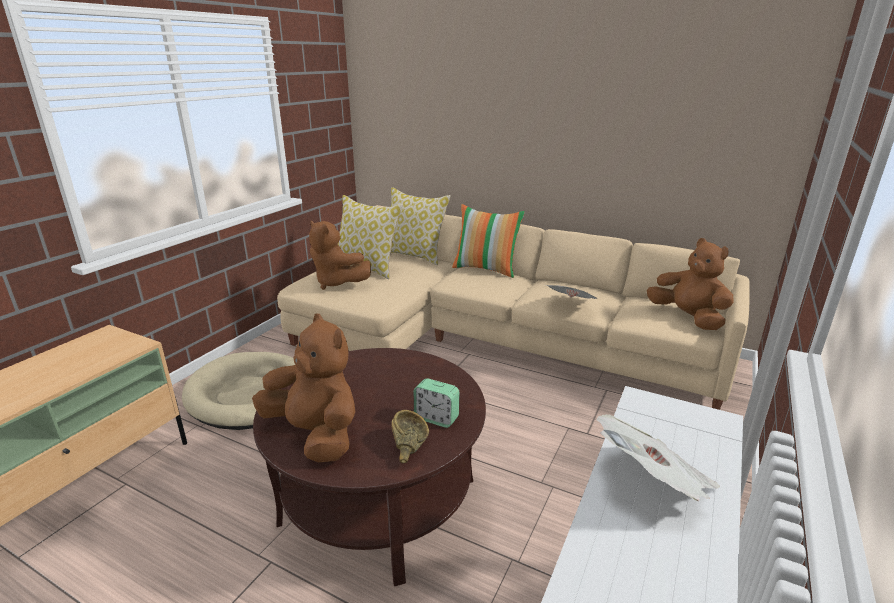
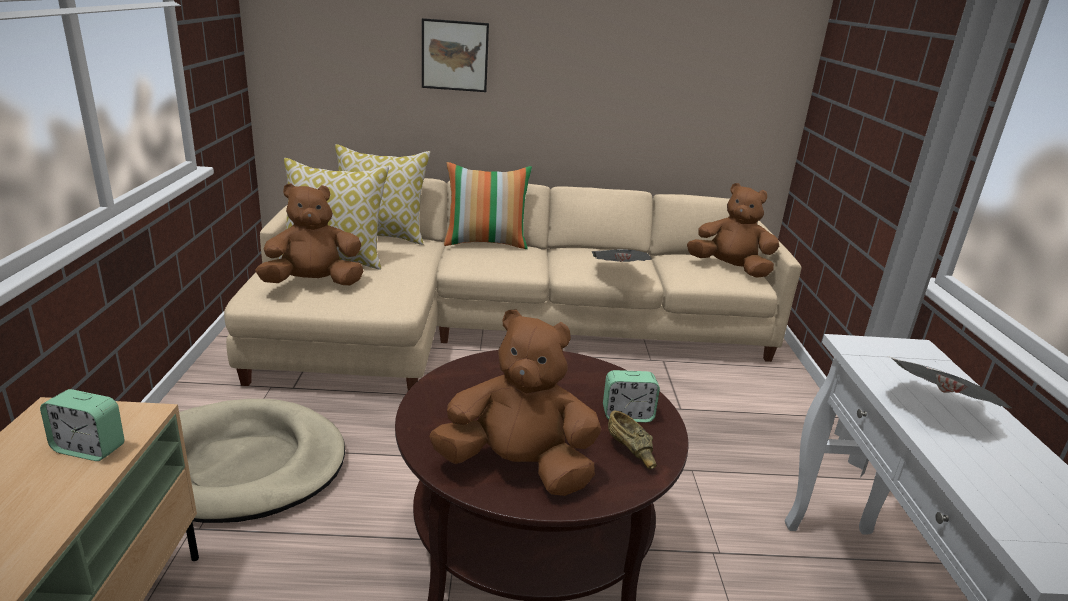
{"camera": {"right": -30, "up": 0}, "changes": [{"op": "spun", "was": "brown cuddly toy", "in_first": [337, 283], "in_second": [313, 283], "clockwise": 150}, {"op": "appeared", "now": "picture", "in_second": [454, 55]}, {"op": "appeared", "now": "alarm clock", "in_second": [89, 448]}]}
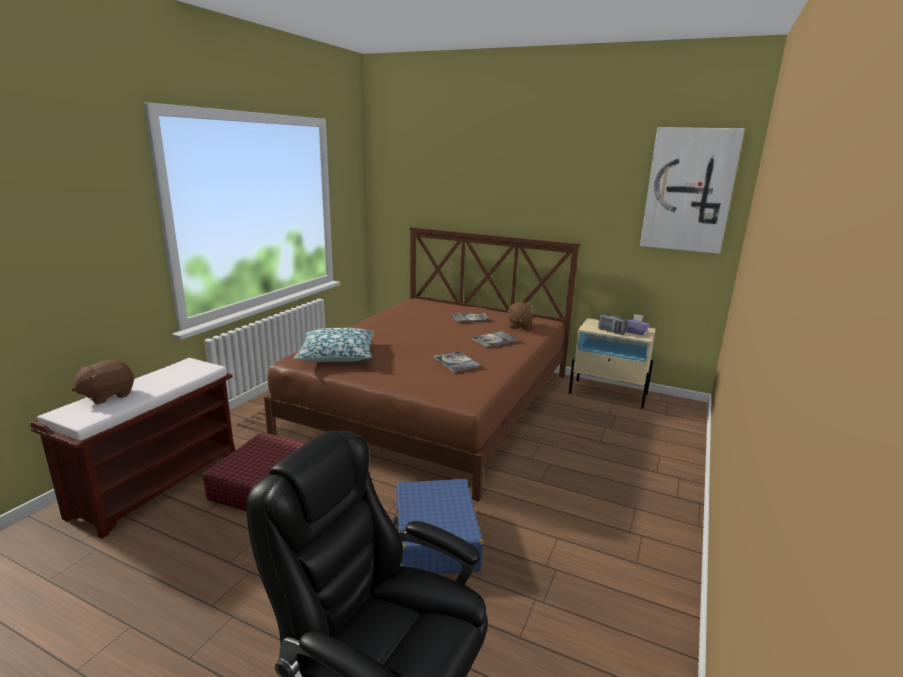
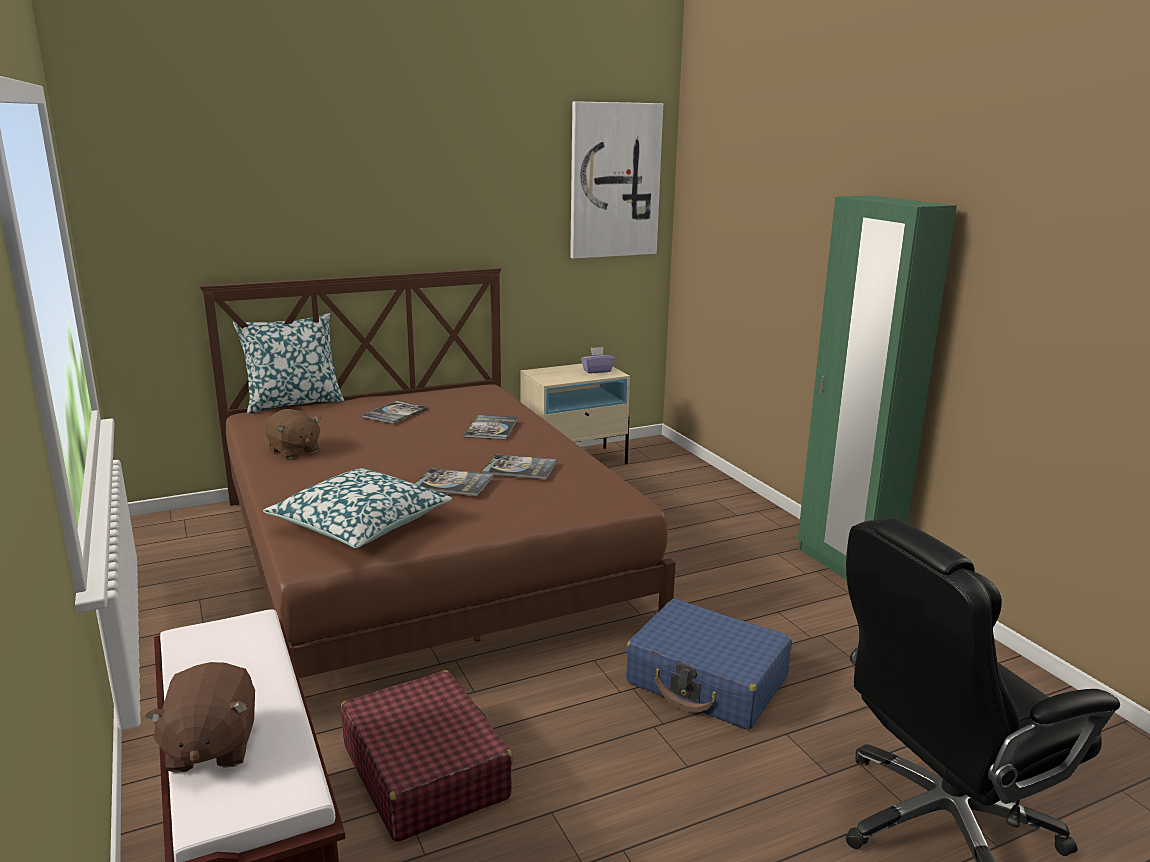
{"camera": {"right": -50, "up": 0}, "changes": [{"op": "relocated", "was": "brown cuddly toy", "in_first": [519, 326], "in_second": [294, 451]}, {"op": "missing", "was": "radio receiver", "in_first": [611, 332]}, {"op": "appeared", "now": "greenish armoire", "in_second": [845, 566]}, {"op": "appeared", "now": "pillow", "in_second": [294, 403]}, {"op": "appeared", "now": "book", "in_second": [453, 483]}]}
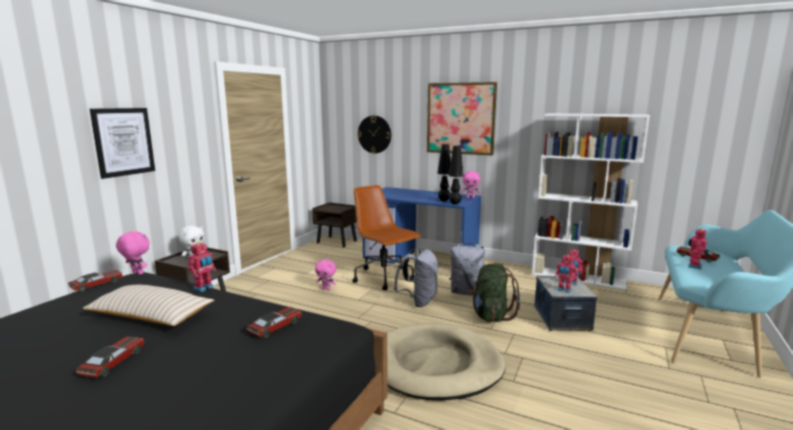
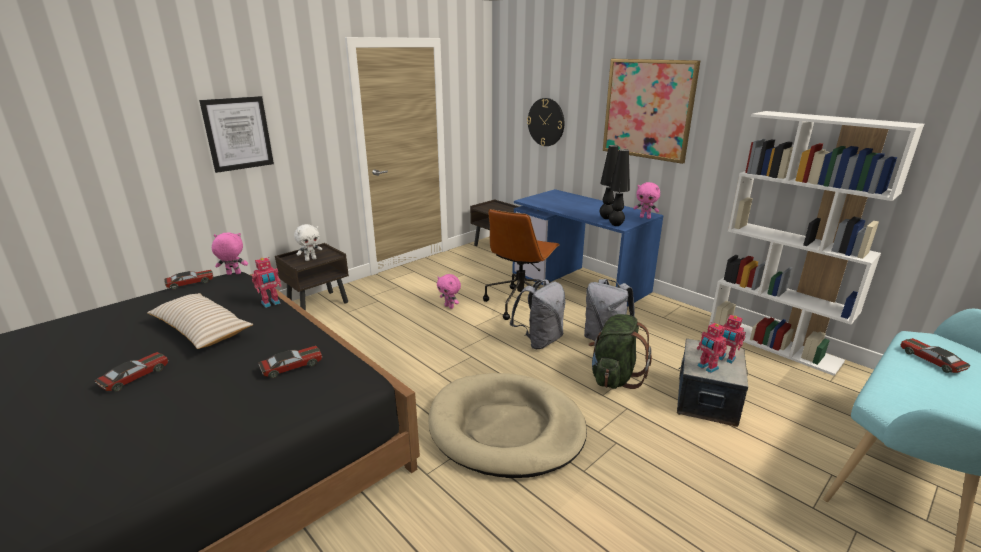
{"camera": {"right": 20, "up": 10}, "changes": [{"op": "spun", "was": "brown office chair", "in_first": [384, 278], "in_second": [520, 303], "clockwise": -135}, {"op": "missing", "was": "toy robot", "in_first": [693, 266]}, {"op": "spun", "was": "pink-coloured cuddly toy", "in_first": [137, 273], "in_second": [233, 274], "clockwise": -60}]}
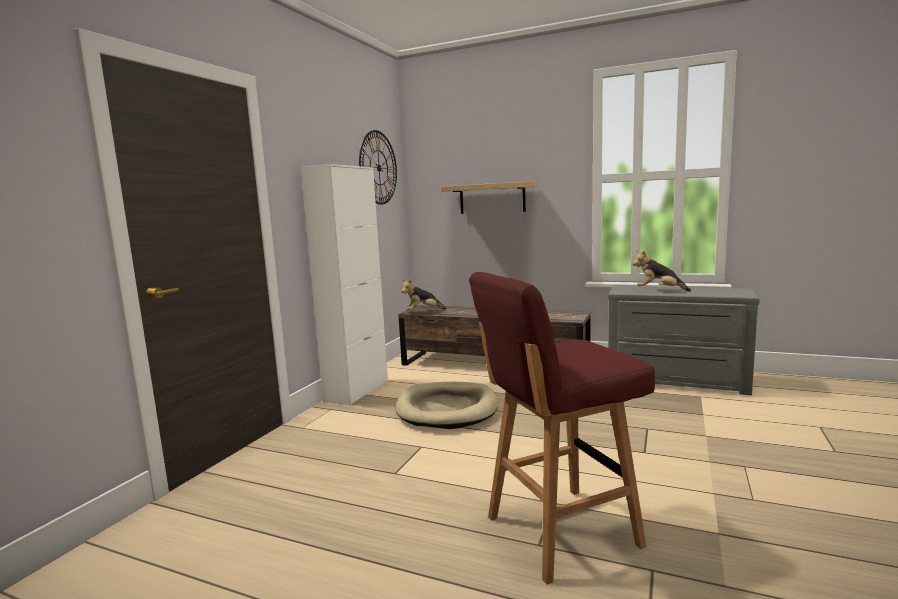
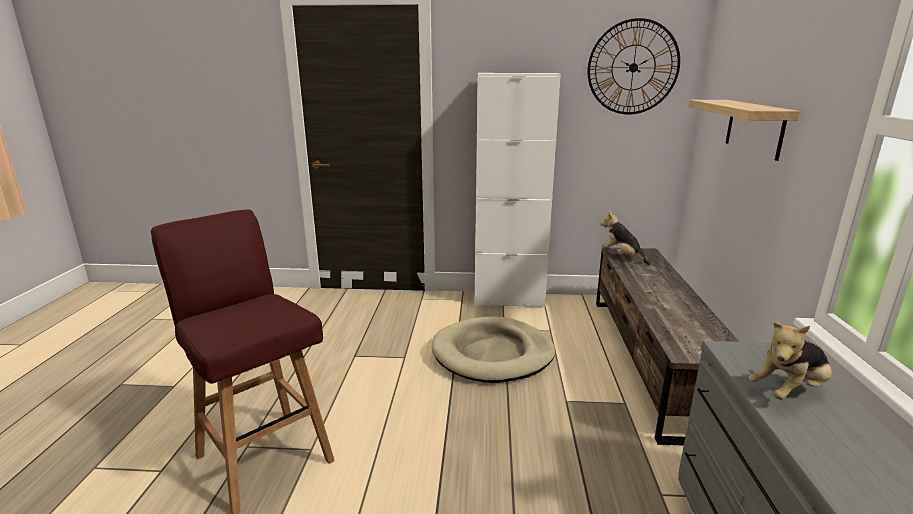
{"camera": {"right": 70, "up": 10}, "changes": [{"op": "spun", "was": "cuddly toy", "in_first": [659, 291], "in_second": [789, 391], "clockwise": -120}]}
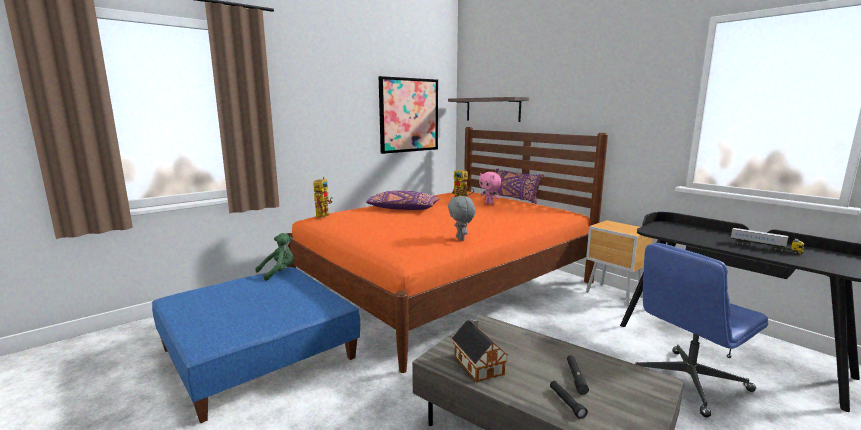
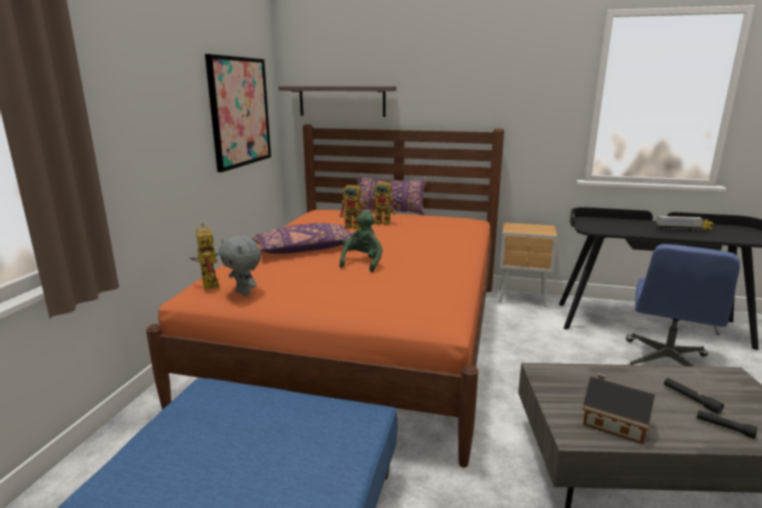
{"camera": {"right": -35, "up": 5}, "changes": [{"op": "exchanged", "was": "pink-coloured cuddly toy", "now": "toy robot", "in_first": [489, 203], "in_second": [386, 223]}, {"op": "relocated", "was": "gray cuddly toy", "in_first": [461, 239], "in_second": [244, 293]}, {"op": "relocated", "was": "greenish cuddly toy", "in_first": [279, 272], "in_second": [362, 262]}]}
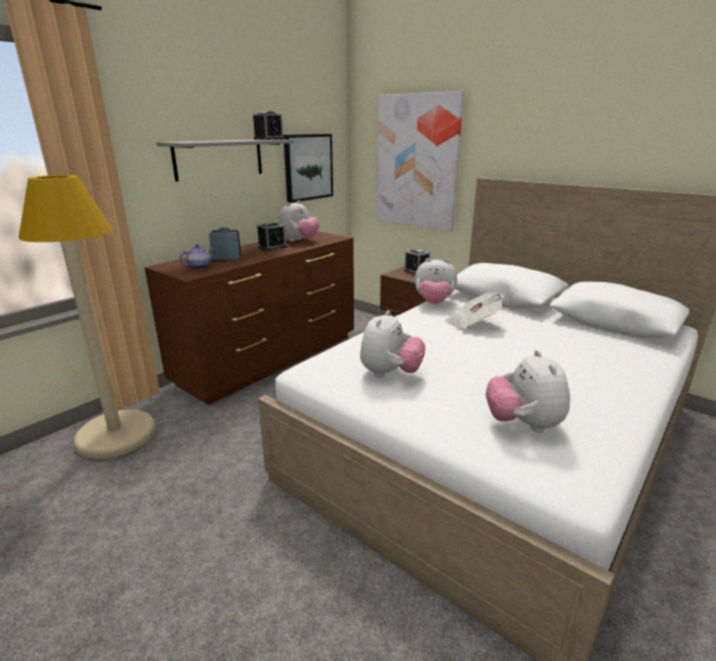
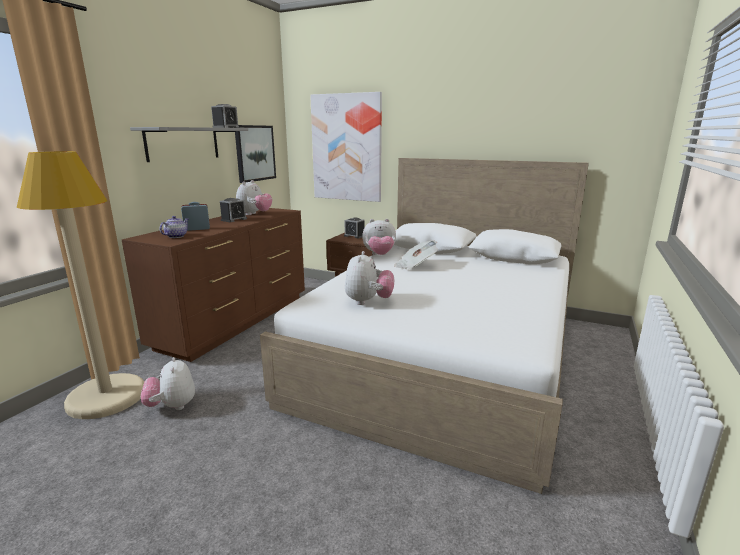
{"camera": {"right": -15, "up": -5}, "changes": [{"op": "relocated", "was": "cuddly toy", "in_first": [523, 424], "in_second": [172, 406]}]}
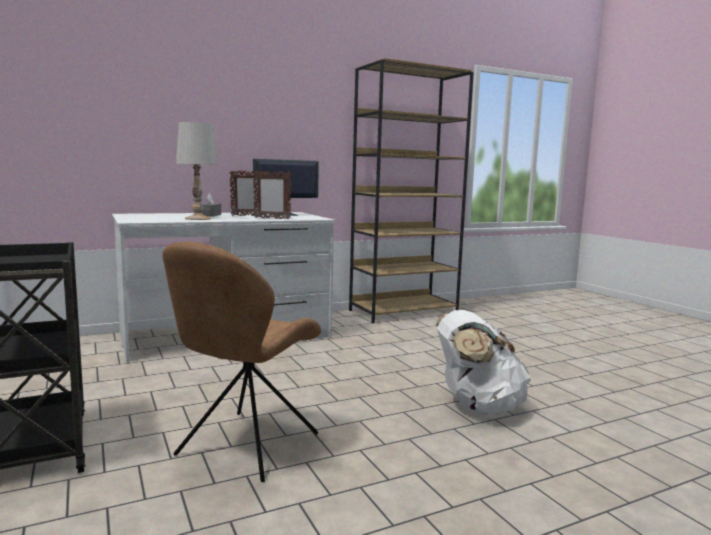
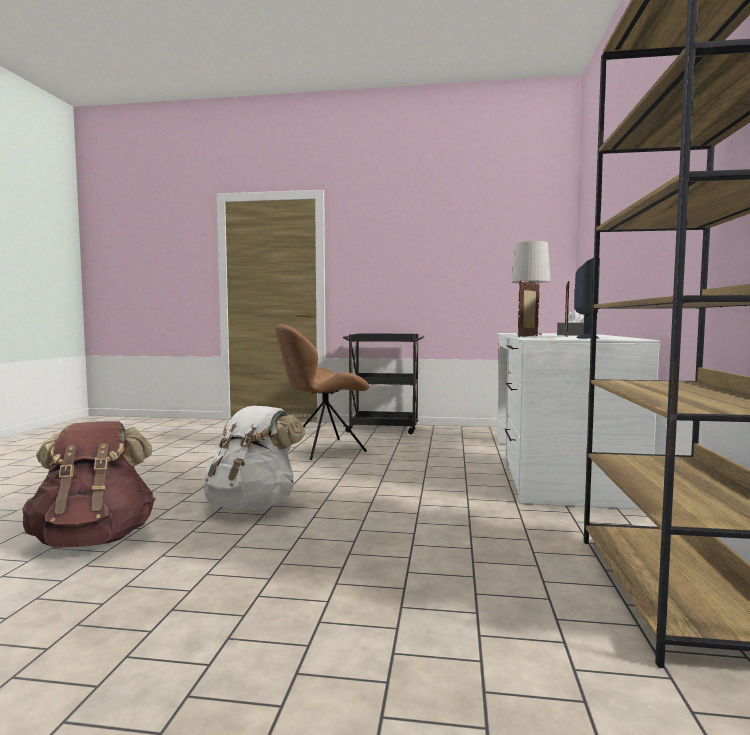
{"camera": {"right": 125, "up": -5}, "changes": [{"op": "spun", "was": "brown chair", "in_first": [245, 447], "in_second": [322, 449], "clockwise": -90}, {"op": "appeared", "now": "brown knapsack", "in_second": [94, 539]}]}
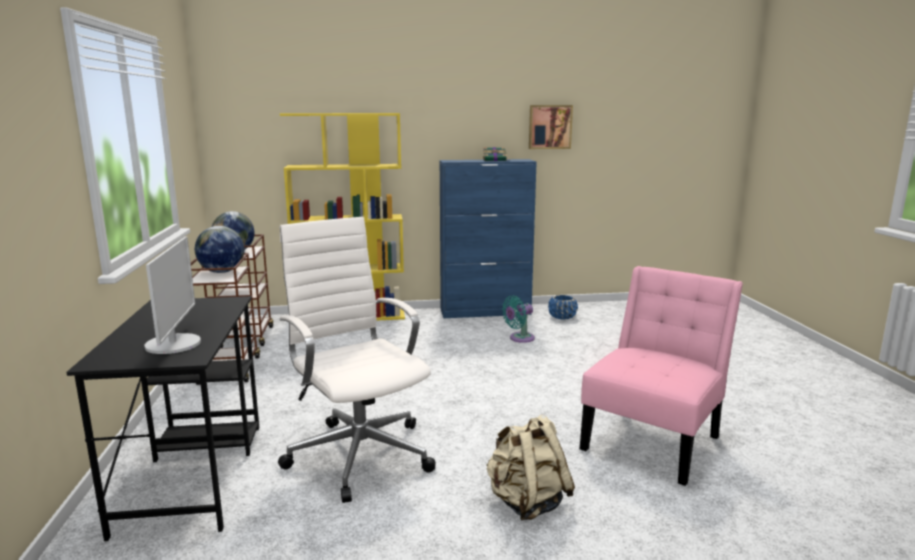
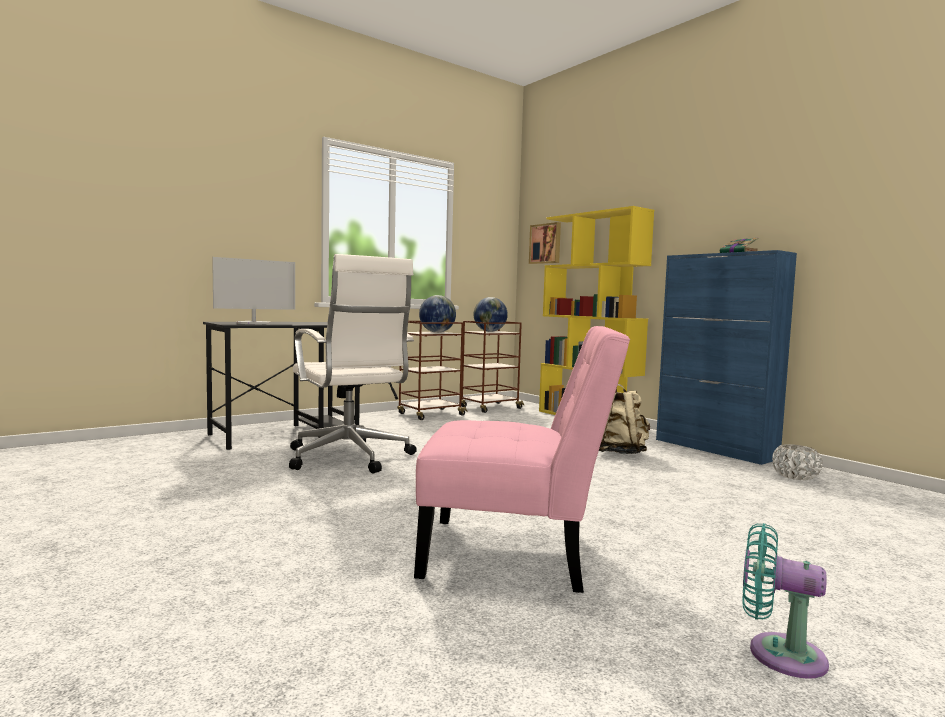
{"camera": {"right": 60, "up": -10}, "changes": [{"op": "relocated", "was": "picture", "in_first": [549, 127], "in_second": [546, 243]}, {"op": "spun", "was": "white-coloured office chair", "in_first": [359, 453], "in_second": [350, 458], "clockwise": 120}, {"op": "relocated", "was": "turquoise electric fan", "in_first": [519, 338], "in_second": [778, 653]}, {"op": "colour", "was": "bluish plant pot", "now": "white-coloured plant pot", "in_first": [562, 317], "in_second": [795, 477]}, {"op": "relocated", "was": "beige-coloured knapsack", "in_first": [527, 503], "in_second": [620, 453]}]}
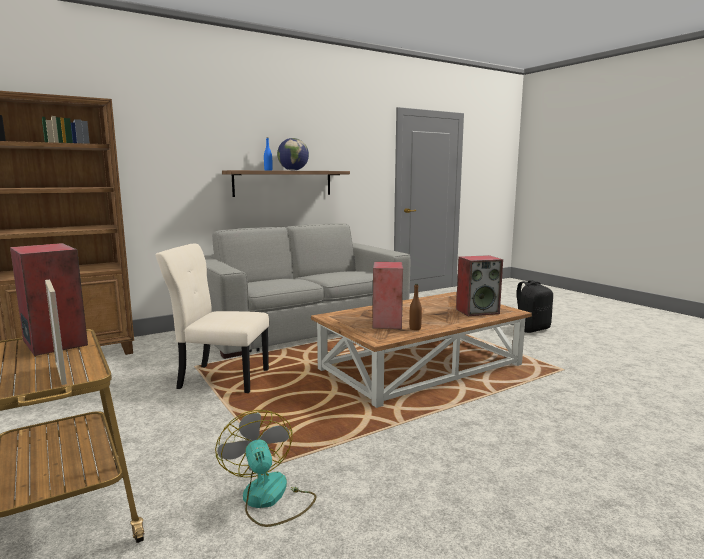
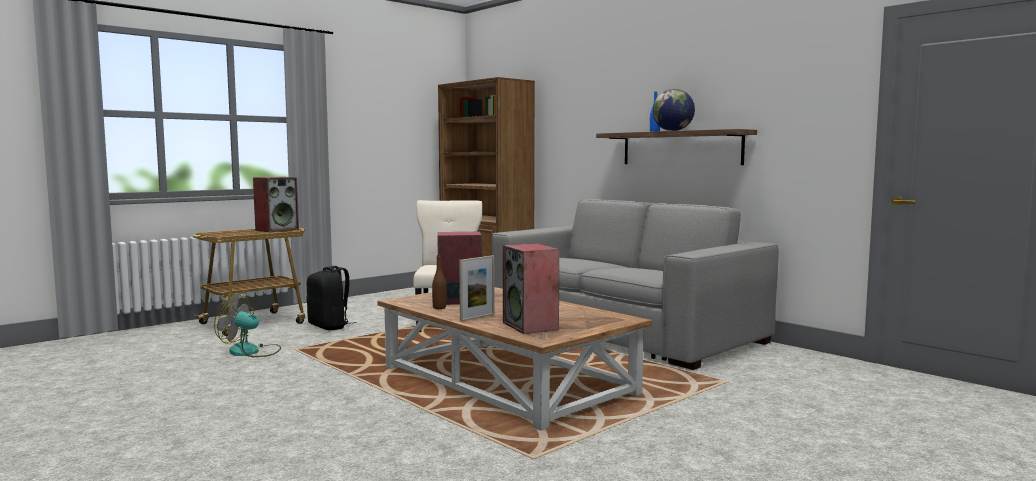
{"camera": {"right": 80, "up": -5}, "changes": [{"op": "relocated", "was": "picture frame", "in_first": [61, 373], "in_second": [477, 317]}, {"op": "relocated", "was": "black knapsack", "in_first": [531, 329], "in_second": [330, 326]}, {"op": "spun", "was": "electric fan", "in_first": [269, 499], "in_second": [251, 352], "clockwise": -135}]}
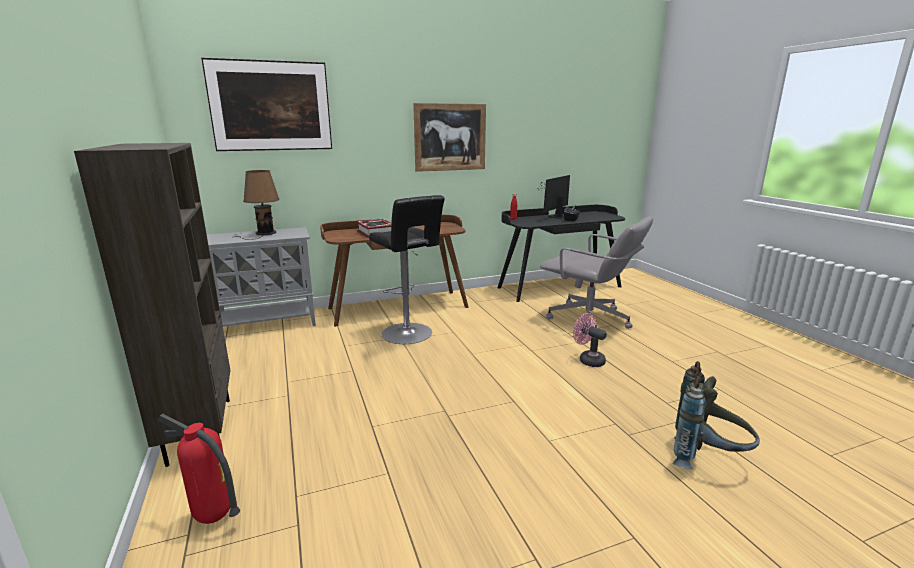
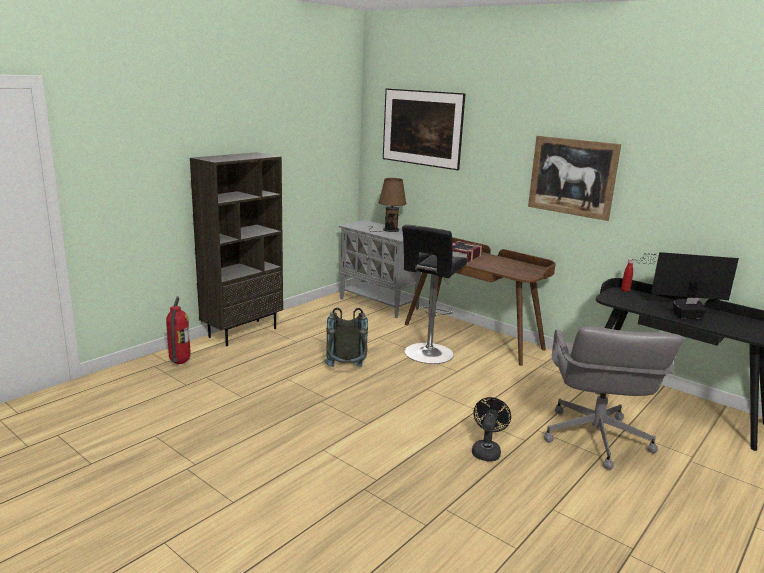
{"camera": {"right": 60, "up": 0}, "changes": [{"op": "colour", "was": "pink-coloured electric fan", "now": "black electric fan", "in_first": [588, 360], "in_second": [486, 450]}, {"op": "relocated", "was": "gray knapsack", "in_first": [706, 459], "in_second": [346, 372]}]}
